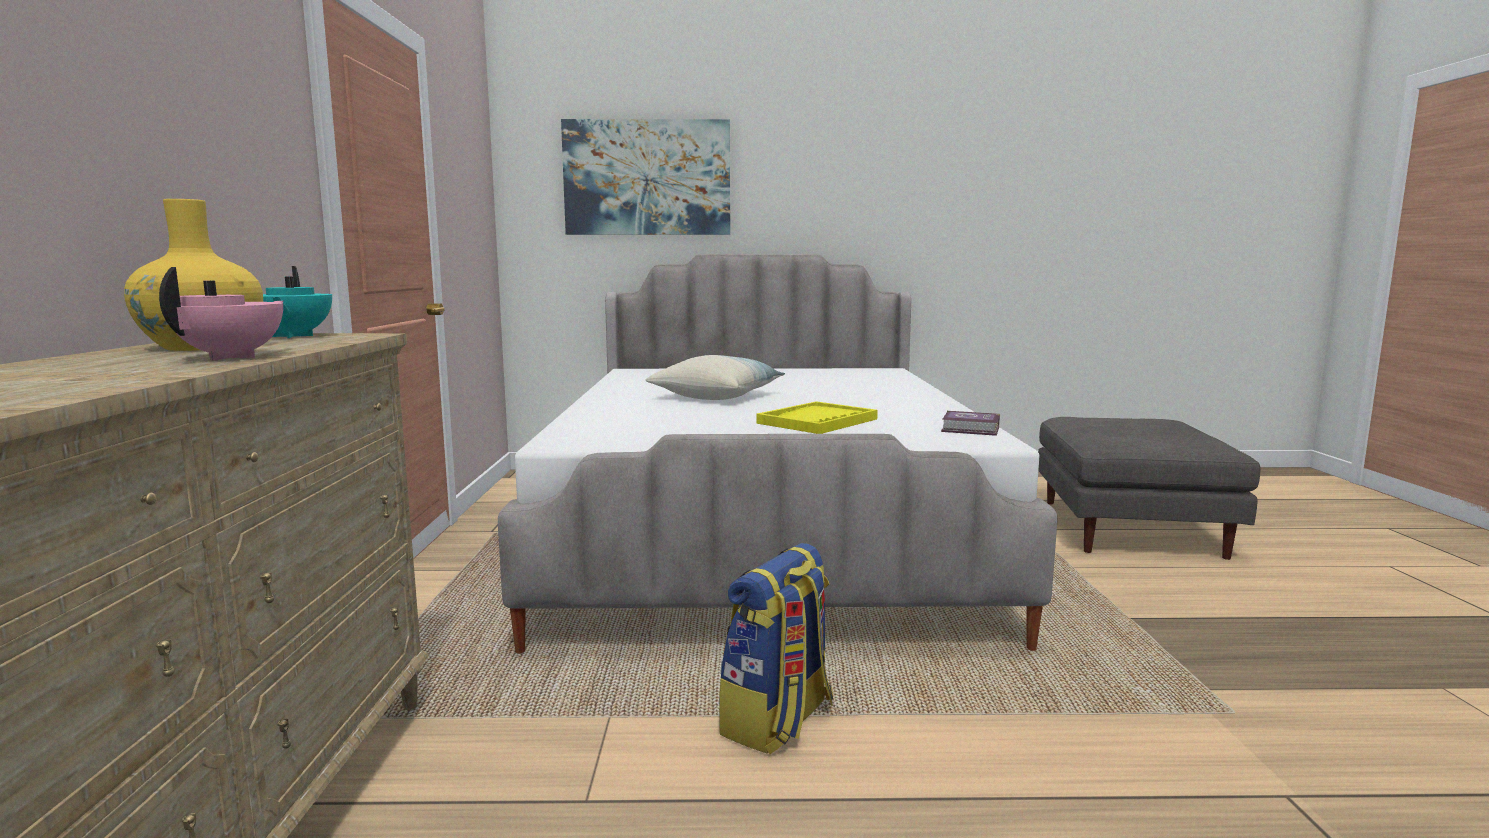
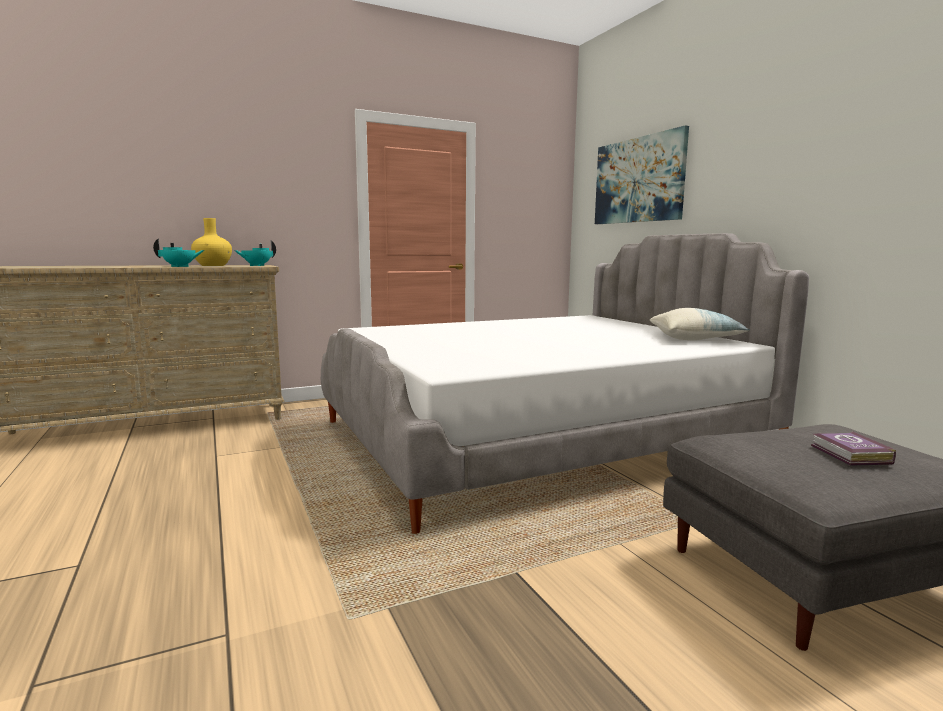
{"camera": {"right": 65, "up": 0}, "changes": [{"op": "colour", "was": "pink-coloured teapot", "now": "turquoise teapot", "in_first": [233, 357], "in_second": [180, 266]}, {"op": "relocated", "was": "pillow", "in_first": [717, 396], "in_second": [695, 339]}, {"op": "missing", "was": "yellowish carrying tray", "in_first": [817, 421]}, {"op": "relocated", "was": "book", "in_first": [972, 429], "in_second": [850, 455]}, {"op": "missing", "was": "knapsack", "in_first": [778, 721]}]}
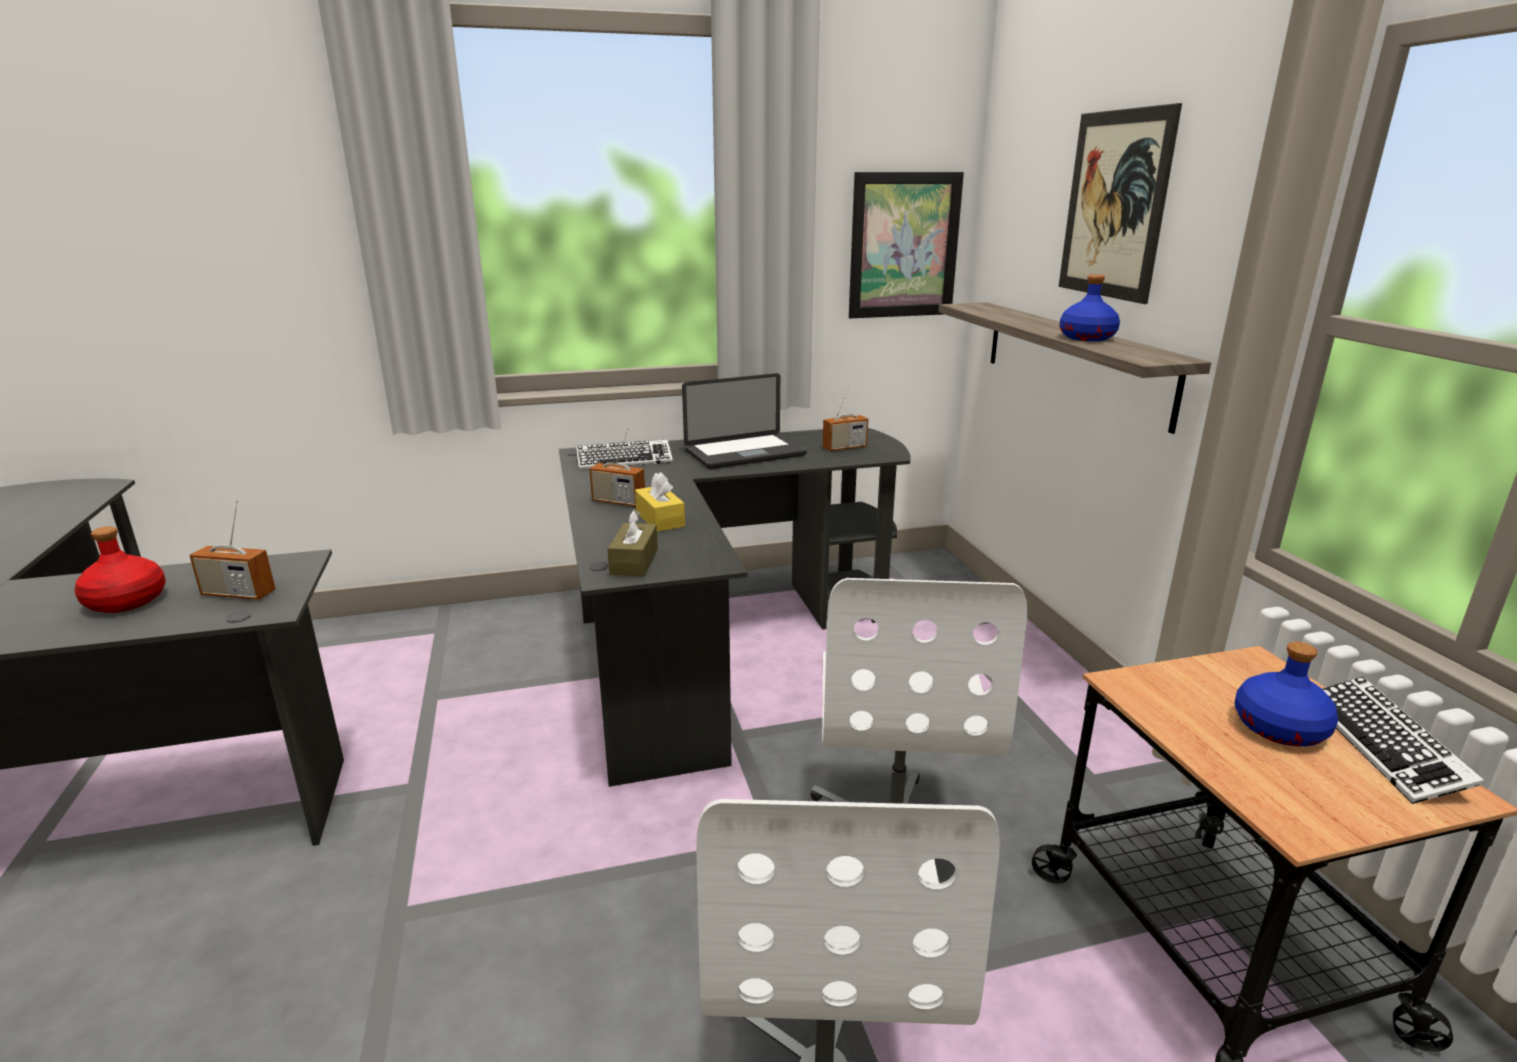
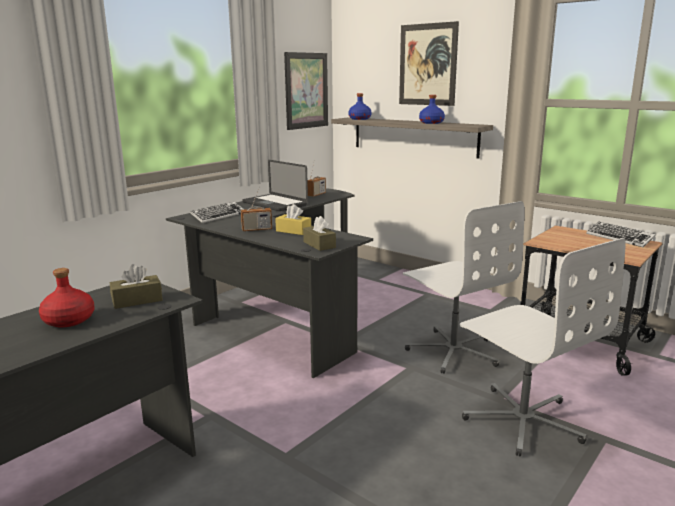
{"camera": {"right": -35, "up": -5}, "changes": [{"op": "spun", "was": "portable computer", "in_first": [745, 453], "in_second": [274, 204], "clockwise": 105}, {"op": "exchanged", "was": "radio receiver", "now": "brown tissue box", "in_first": [238, 594], "in_second": [137, 300]}, {"op": "relocated", "was": "bluish bottle", "in_first": [1279, 729], "in_second": [360, 119]}]}
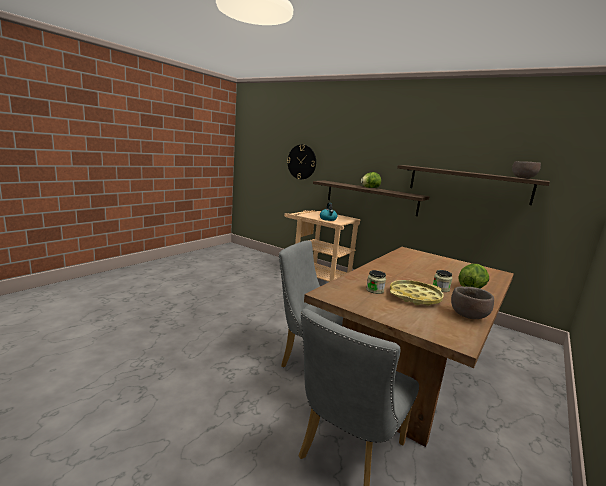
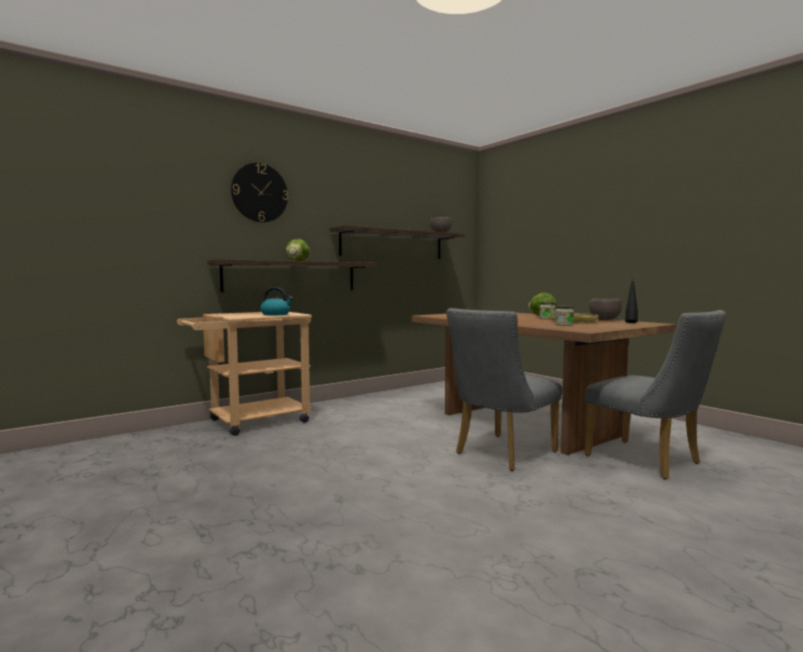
{"camera": {"right": -70, "up": -10}, "changes": [{"op": "relocated", "was": "hanging clock", "in_first": [301, 162], "in_second": [259, 193]}, {"op": "appeared", "now": "black bottle", "in_second": [631, 322]}]}
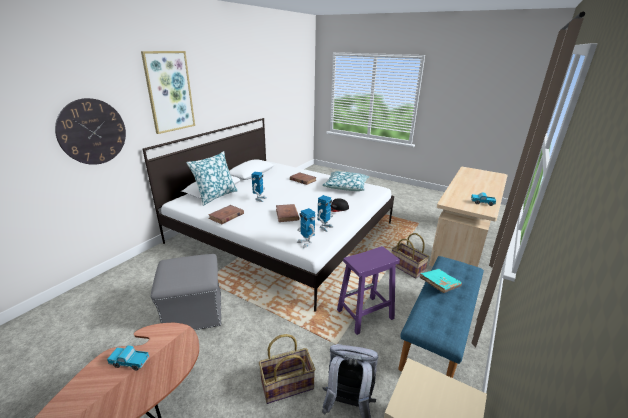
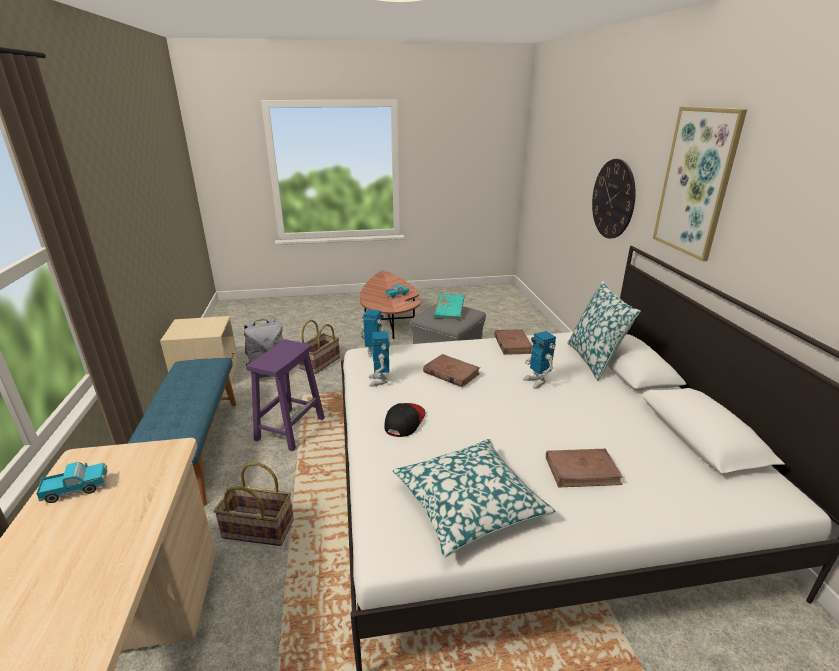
{"camera": {"right": 140, "up": 0}, "changes": [{"op": "relocated", "was": "turquoise book", "in_first": [439, 285], "in_second": [449, 312]}]}
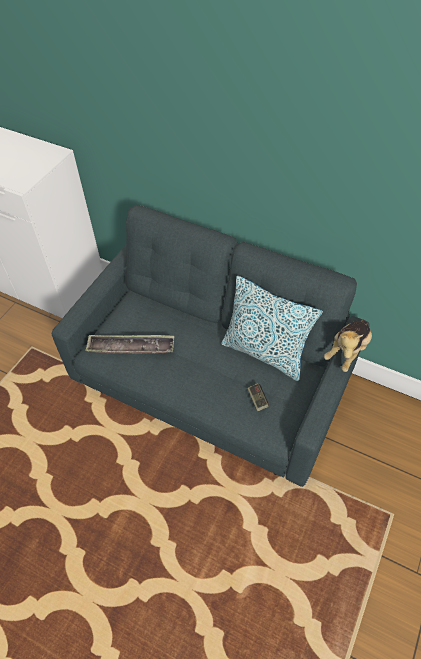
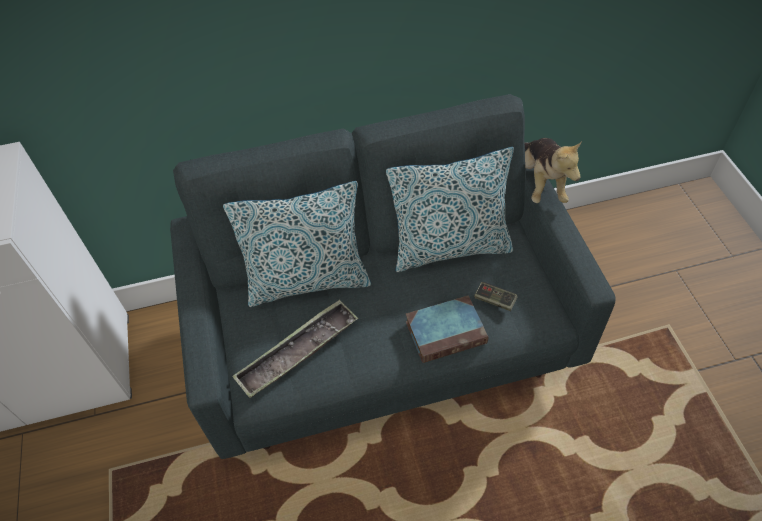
{"camera": {"right": -40, "up": 0}, "changes": [{"op": "appeared", "now": "pillow", "in_second": [308, 281]}, {"op": "appeared", "now": "book", "in_second": [447, 331]}]}
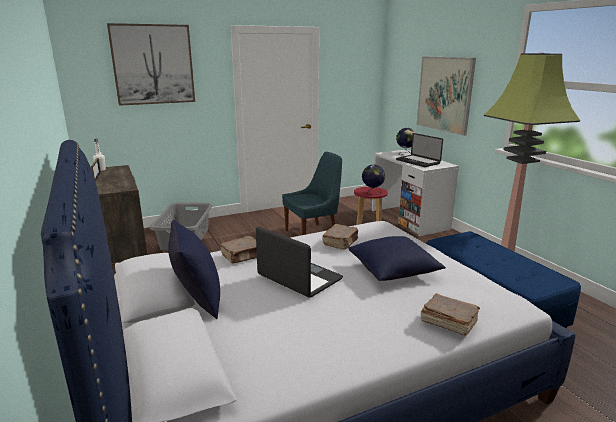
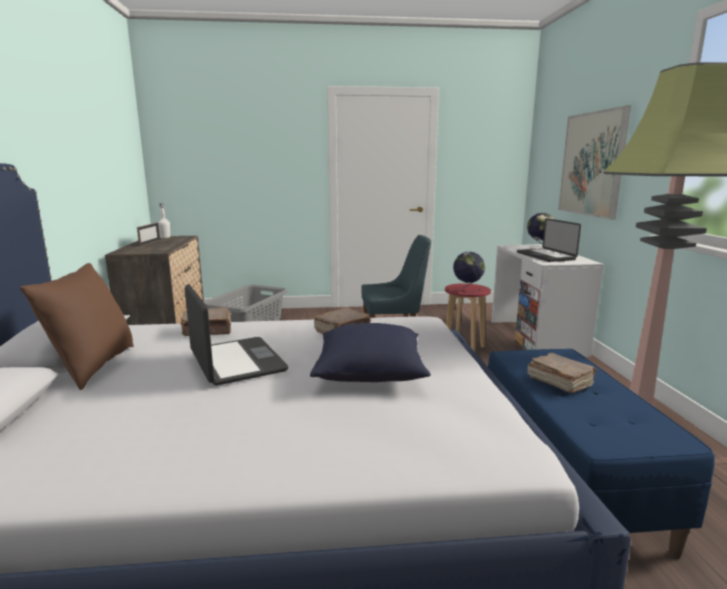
{"camera": {"right": 20, "up": -5}, "changes": [{"op": "missing", "was": "picture", "in_first": [153, 64]}, {"op": "colour", "was": "bluish pillow", "now": "brown pillow", "in_first": [197, 301], "in_second": [92, 367]}, {"op": "relocated", "was": "brown book", "in_first": [447, 322], "in_second": [559, 382]}]}
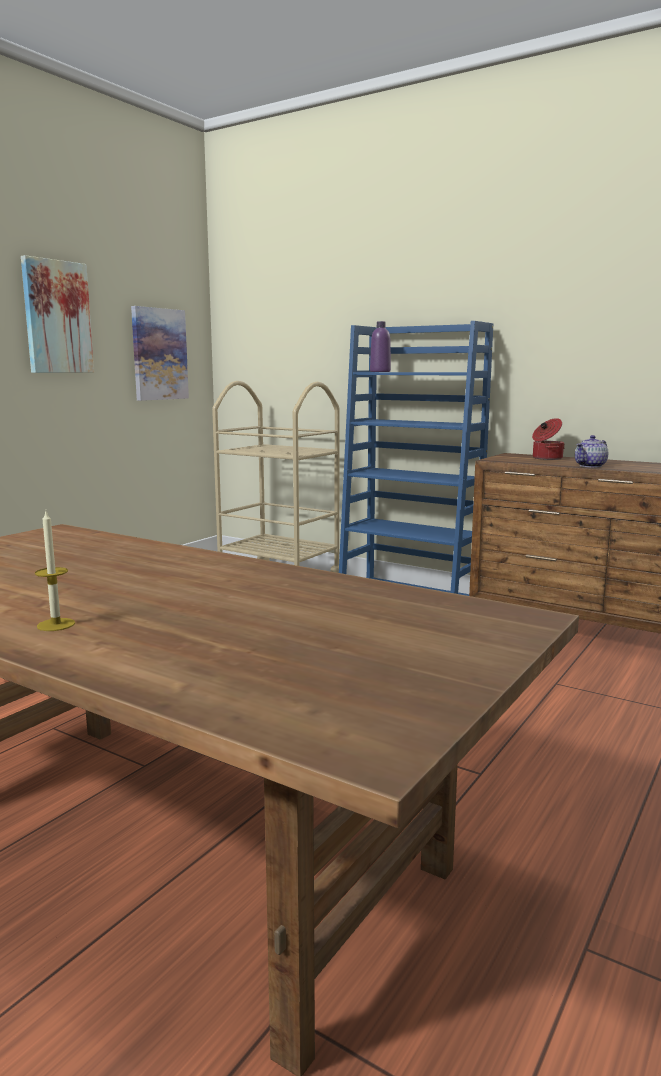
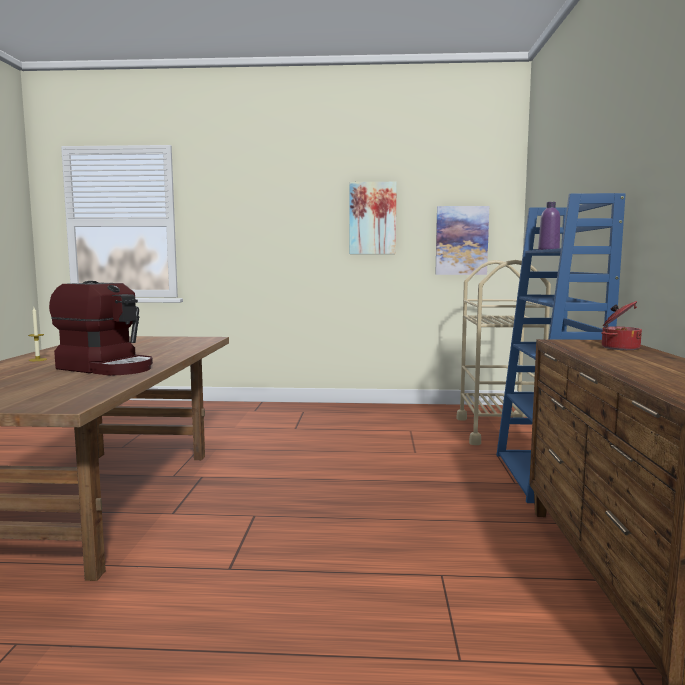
{"camera": {"right": 60, "up": -5}, "changes": [{"op": "missing", "was": "teapot", "in_first": [591, 466]}, {"op": "appeared", "now": "coffee brewer", "in_second": [107, 368]}]}
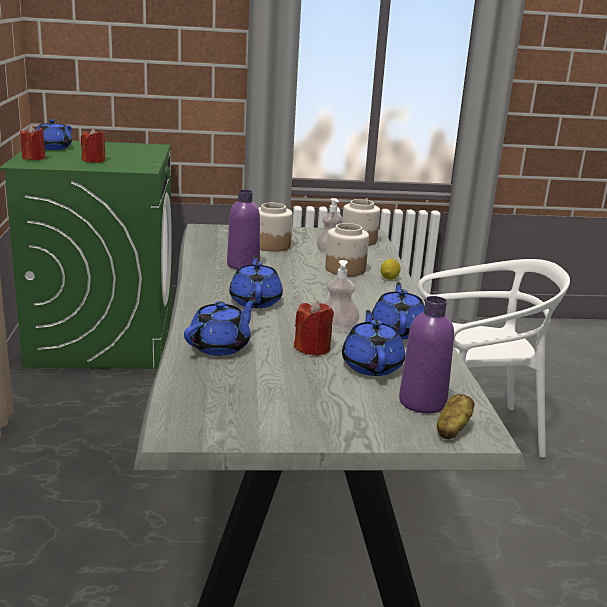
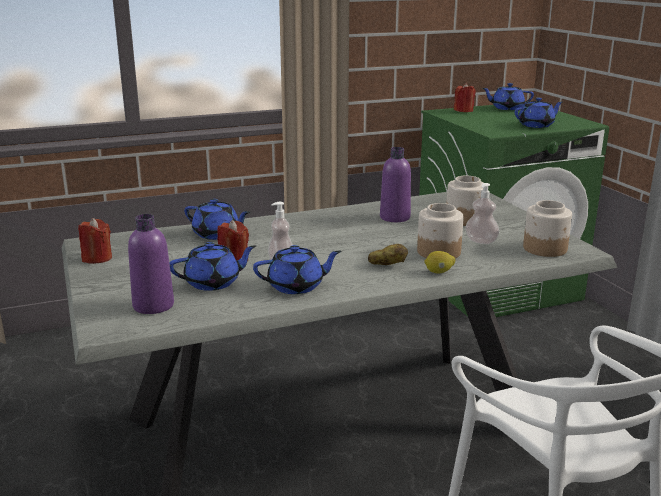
{"camera": {"right": 75, "up": 0}, "changes": [{"op": "relocated", "was": "reddish wax candle", "in_first": [94, 161], "in_second": [97, 258]}, {"op": "relocated", "was": "bluish teapot", "in_first": [255, 301], "in_second": [536, 125]}, {"op": "relocated", "was": "potato", "in_first": [452, 430], "in_second": [387, 265]}]}
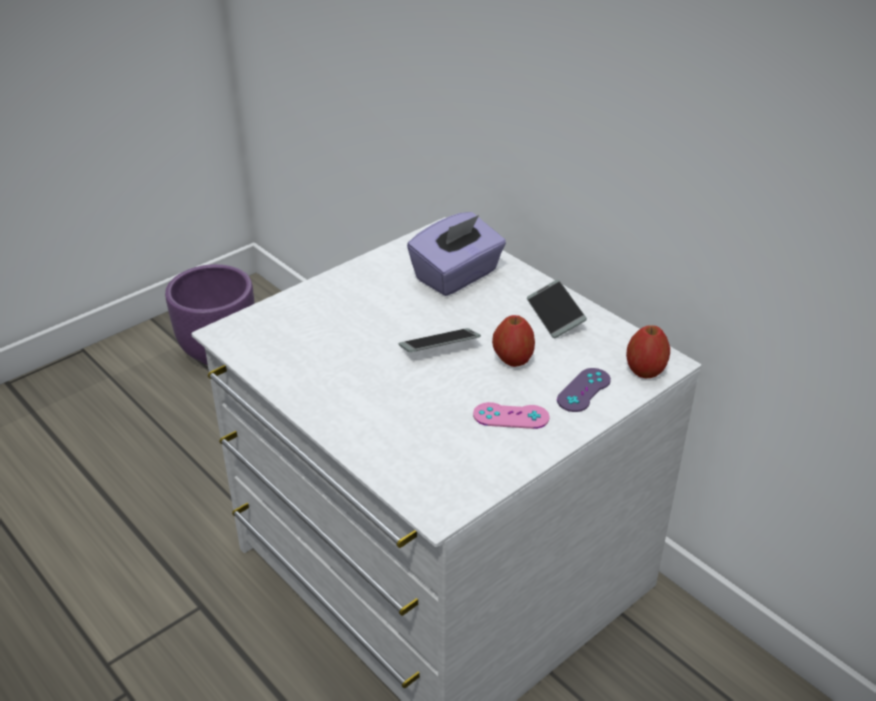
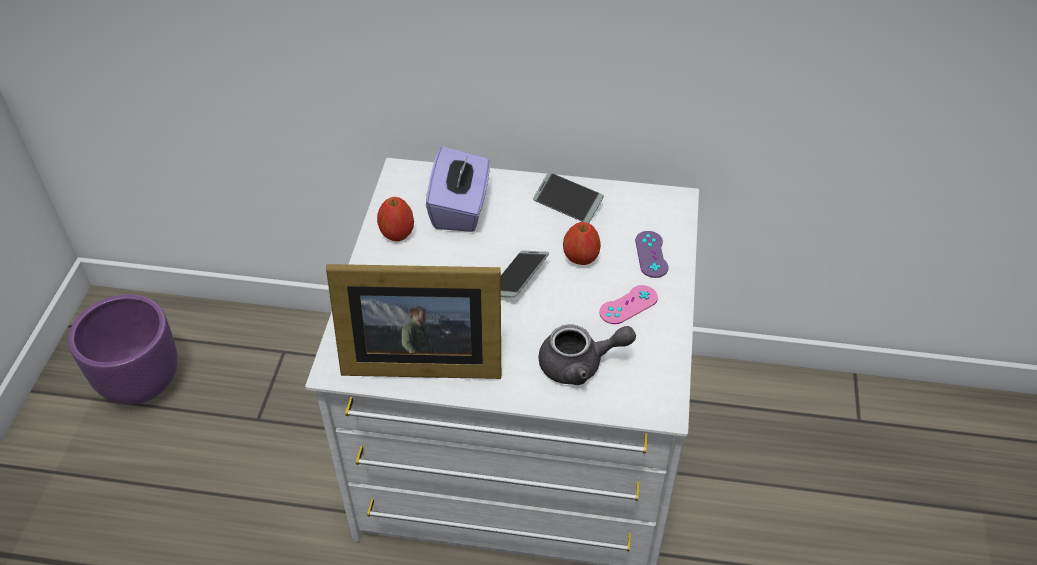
{"camera": {"right": -40, "up": 10}, "changes": [{"op": "relocated", "was": "apple fruit", "in_first": [645, 371], "in_second": [397, 233]}, {"op": "appeared", "now": "picture frame", "in_second": [417, 358]}, {"op": "appeared", "now": "gray teapot", "in_second": [580, 364]}]}
